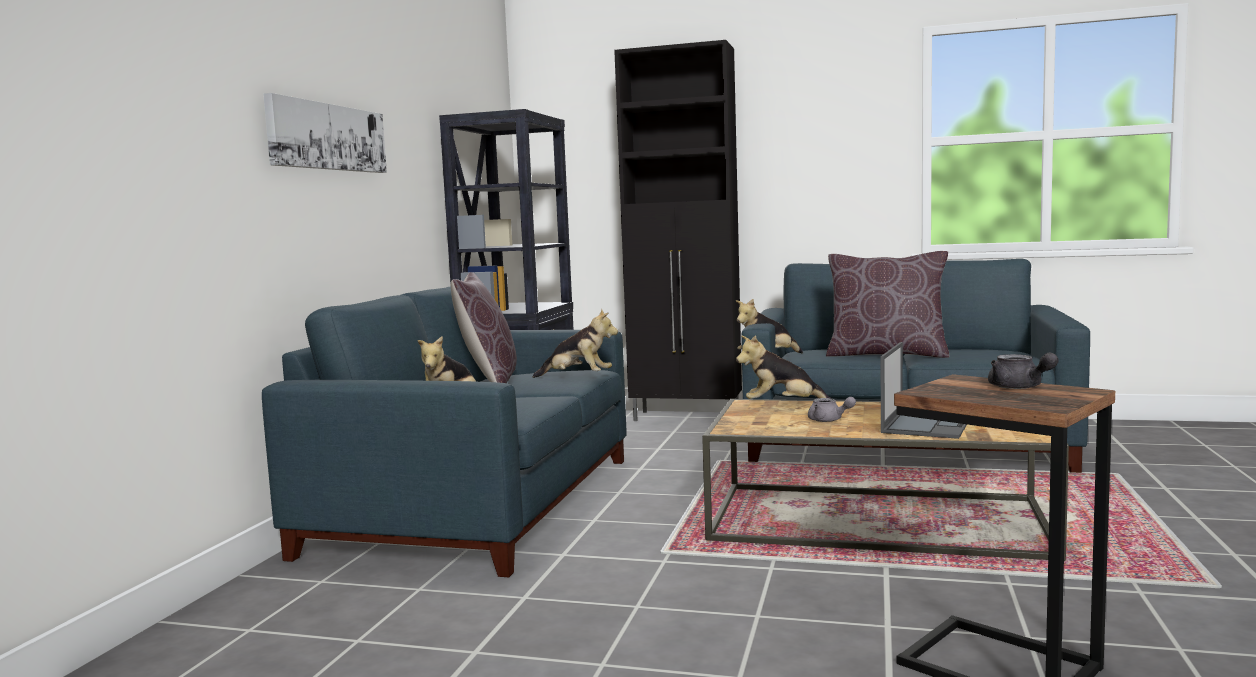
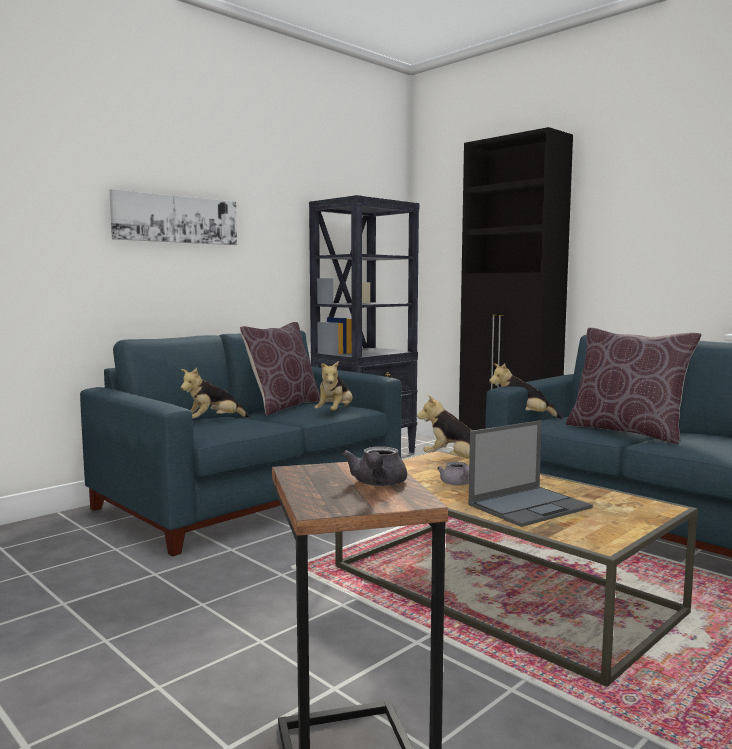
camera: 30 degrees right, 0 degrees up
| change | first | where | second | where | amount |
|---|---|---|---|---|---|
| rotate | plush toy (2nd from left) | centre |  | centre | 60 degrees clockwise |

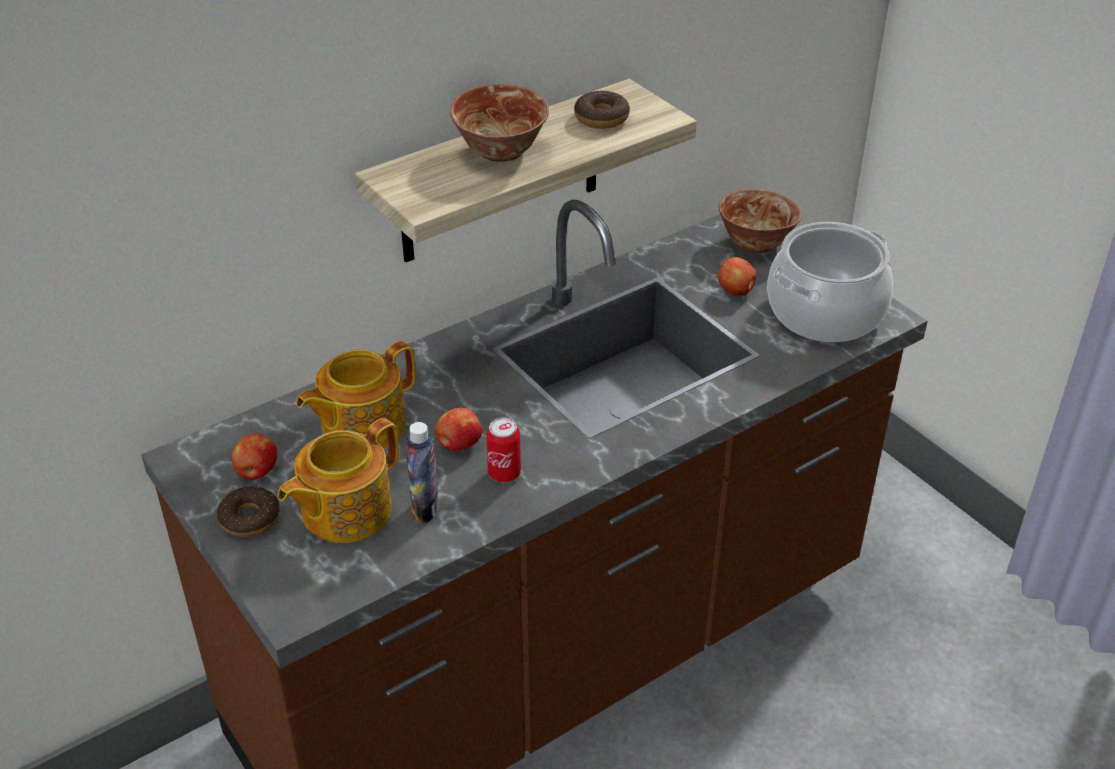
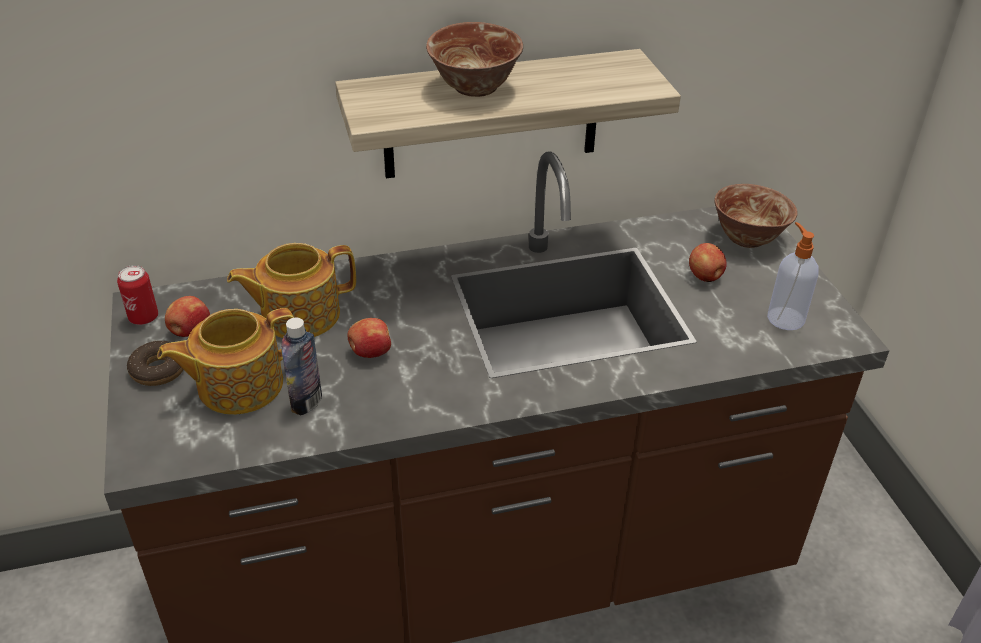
camera: 20 degrees right, 0 degrees up
| change | first | where | second | where | amount |
|---|---|---|---|---|---|
| delete | ring doughnut (2nd from left) | top centre |  |  |  |
| move | metal can | centre |  | middle left |  |
| replace | stockpot | middle right | soap bottle | middle right |  |

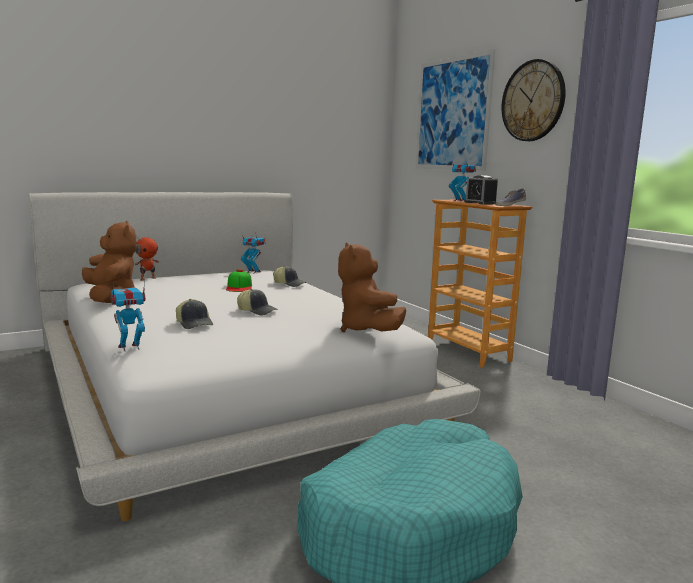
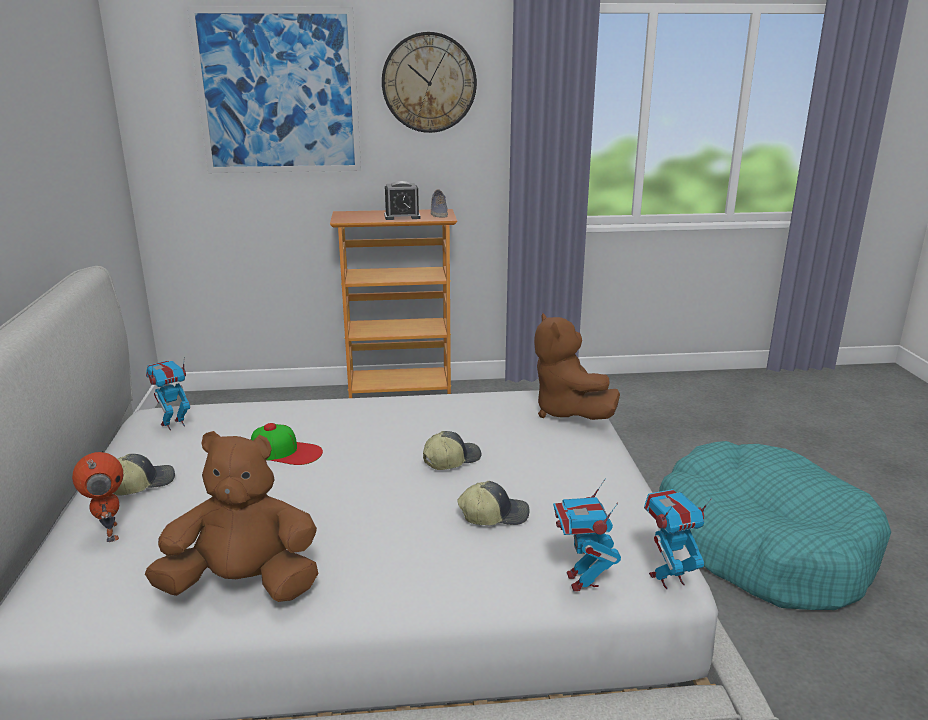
camera: 65 degrees left, 10 degrees up
| change | first | where | second | where | amount |
|---|---|---|---|---|---|
| move | peaked cap (4th from left in the first image) | centre | peaked cap (1st from left) | middle left |  |
| move | model robot (4th from left) | top right |  | bottom right |  |
| rotate | plush toy (brown-coloured) (2nd from left) | centre |  | centre | 60 degrees clockwise |

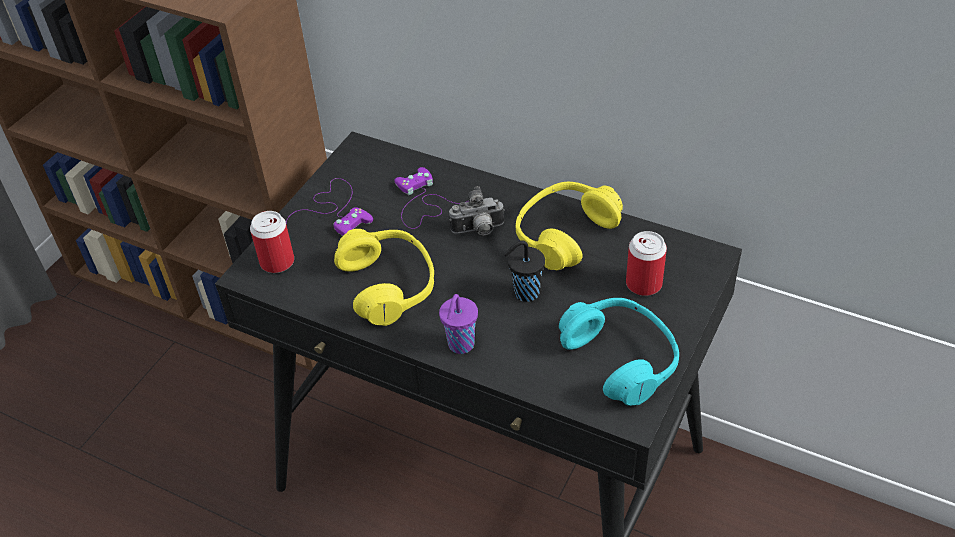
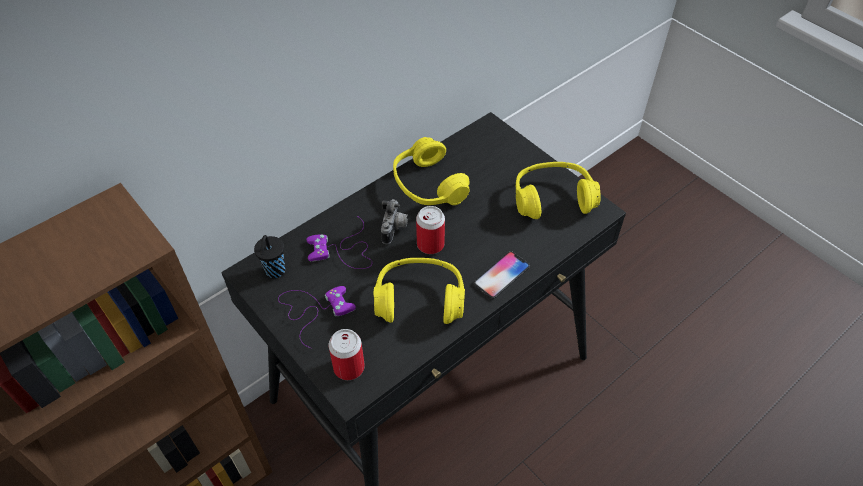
camera: 70 degrees left, 5 degrees up
| change | first | where | second | where | amount |
|---|---|---|---|---|---|
| move | cup (blackish) | centre |  | middle left |  |
| move | metal can (2nd from left) | middle right |  | centre |  |
| replace | cup (purple) | centre | telephone | centre |  |
| recolor | pair of headphones (blue-green) | centre | pair of headphones (yellow) (3rd from left) | centre |  |

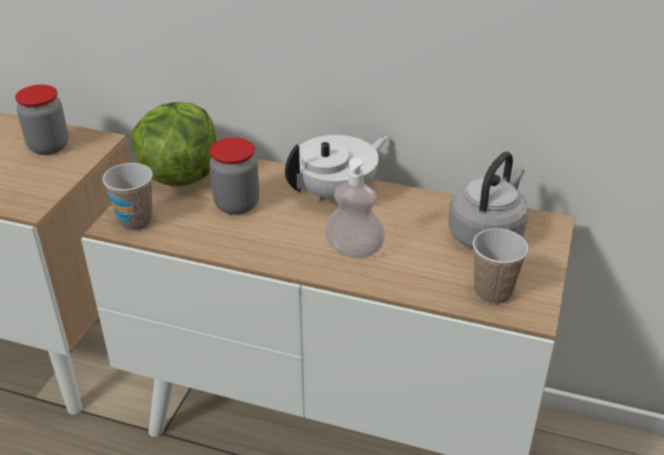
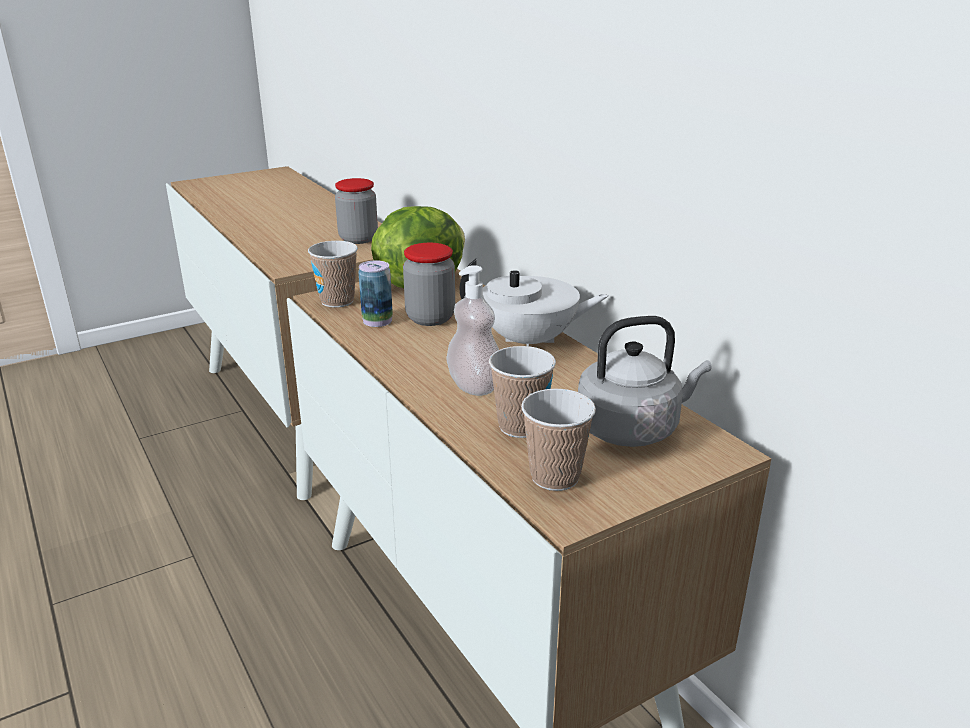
camera: 40 degrees right, 10 degrees down
| change | first | where | second | where | amount |
|---|---|---|---|---|---|
| insert |  |  | metal can | centre |  |
| insert |  |  | cup (2nd from left) | centre |  |

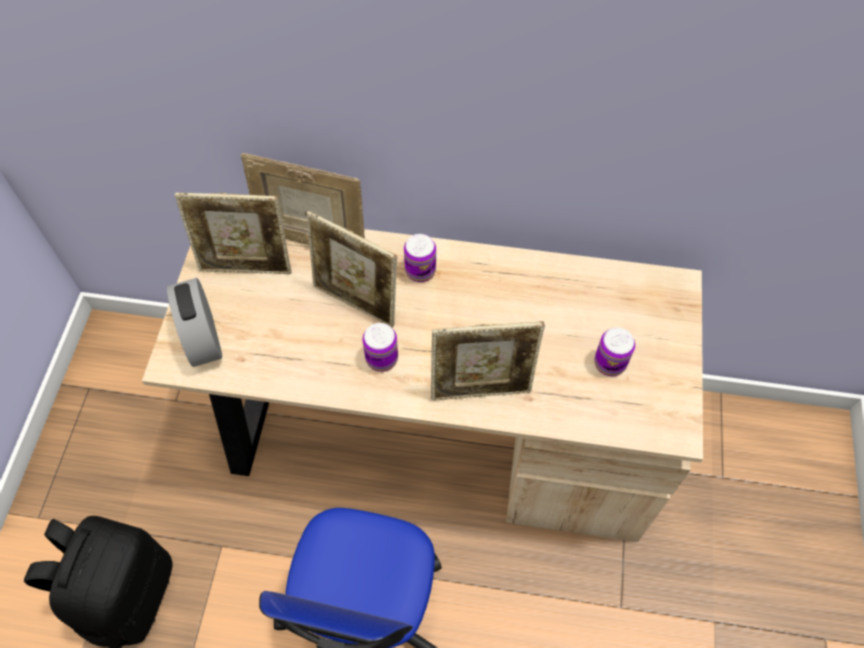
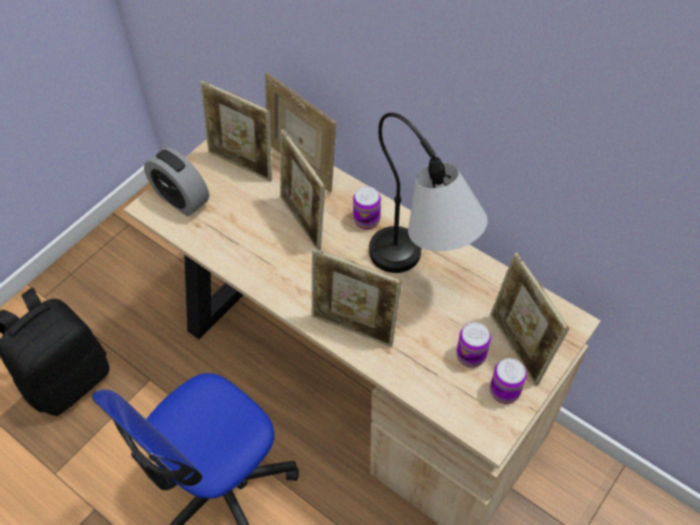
camera: 30 degrees right, 5 degrees down
| change | first | where | second | where | amount |
|---|---|---|---|---|---|
| insert |  |  | lamp for a table | centre |  |
| insert |  |  | photo frame (5th from left) | middle right |  |
| move | metal can (1st from left in the first image) | centre | metal can (3rd from left) | bottom right |  |
| rotate | alarm clock | middle left |  | middle left | 60 degrees counterclockwise |

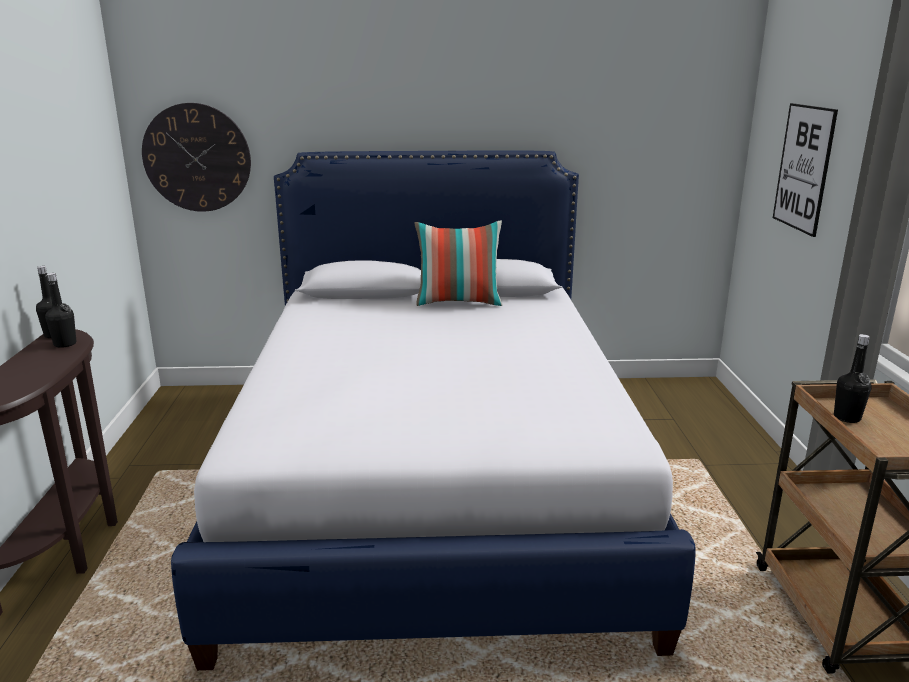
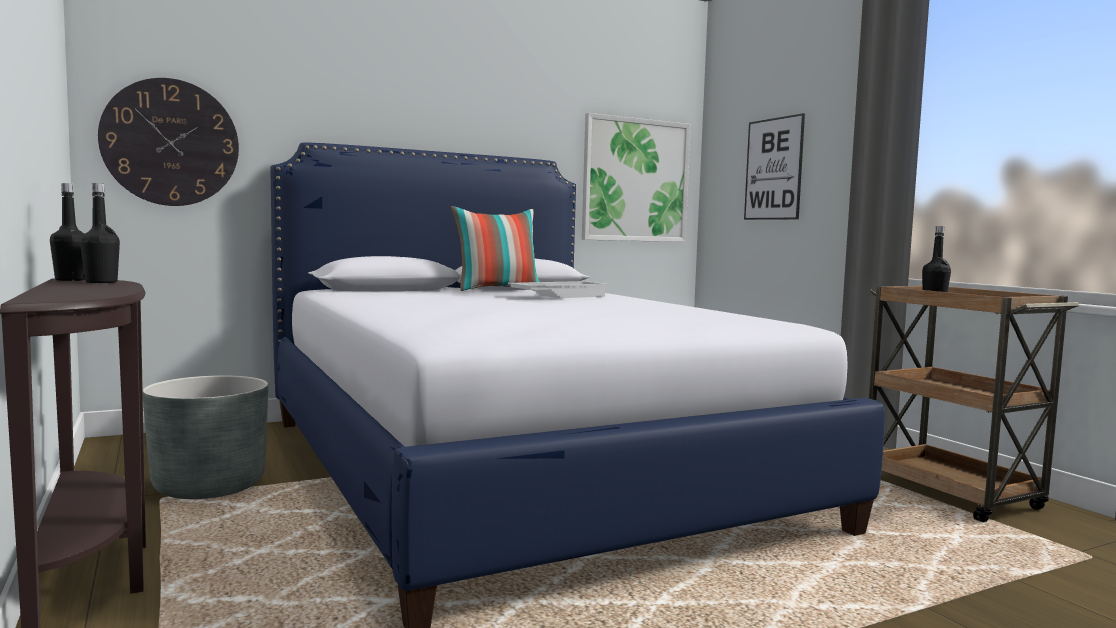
camera: 25 degrees left, 15 degrees down
| change | first | where | second | where | amount |
|---|---|---|---|---|---|
| insert |  |  | planter (grey) | bottom left |  |
| insert |  |  | serving tray (whitish) | centre |  |
| insert |  |  | wall art (1st from left) | top centre |  |

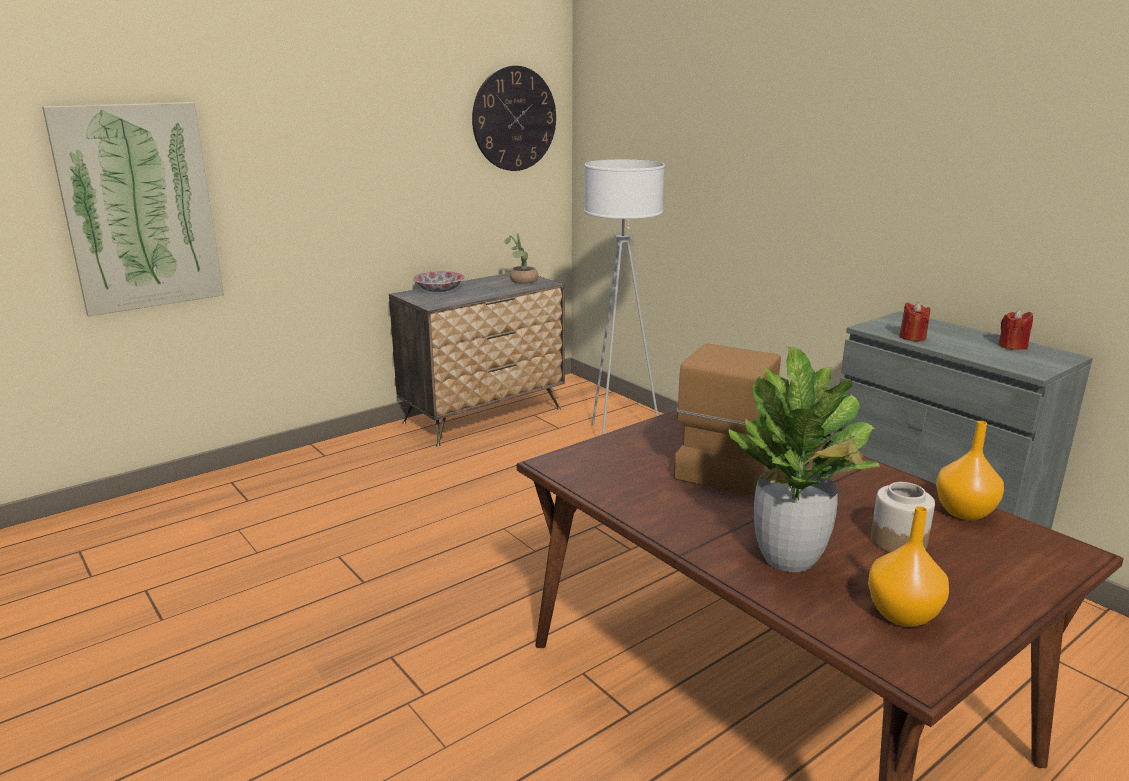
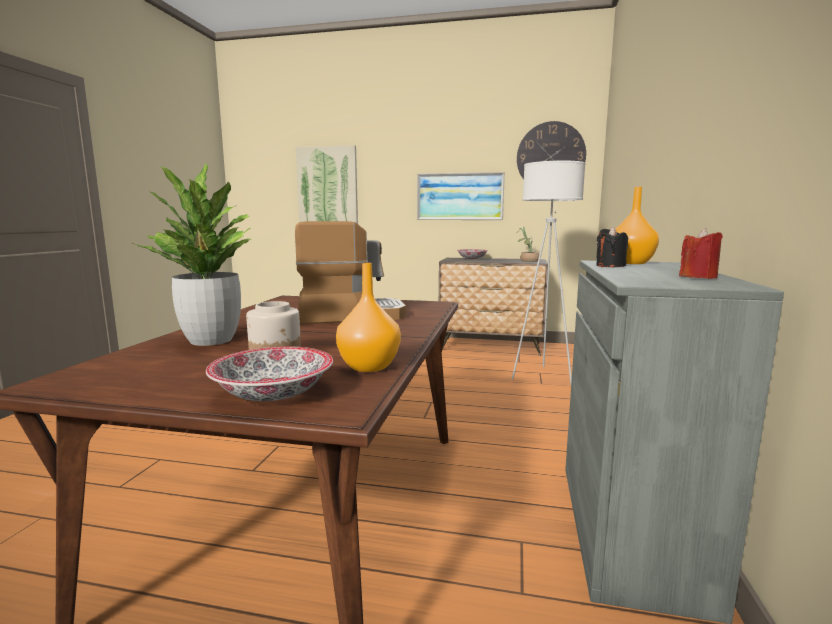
camera: 50 degrees right, 10 degrees down
| change | first | where | second | where | amount |
|---|---|---|---|---|---|
| insert |  |  | bowl (1st from left) | middle left |  |
| insert |  |  | wall art (2nd from left) | top centre |  |
| move | decorative vase (orange-coloured) (1st from left in the first image) | bottom right | decorative vase (orange-coloured) (2nd from left) | middle right |  |
| recolor | wax candle (reddish) (1st from left) | middle right | wax candle (blackish) | middle right |  |

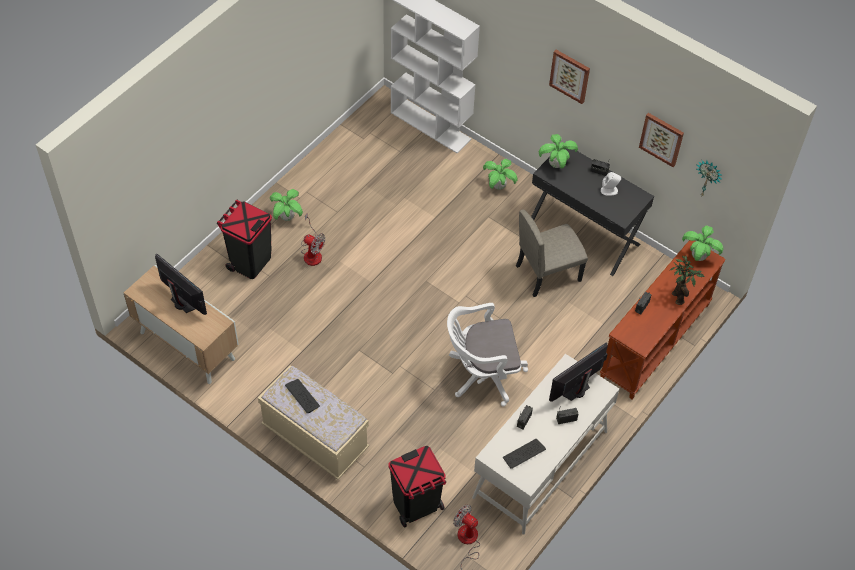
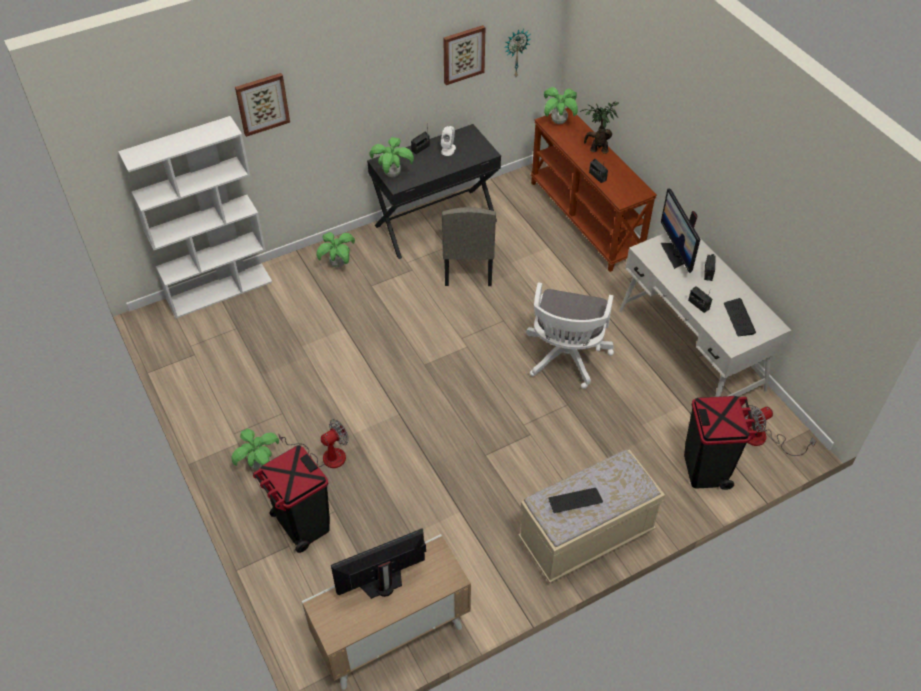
camera: 65 degrees left, 5 degrees down
| change | first | where | second | where | amount |
|---|---|---|---|---|---|
| move | wall art (1st from left) | top centre |  | top left |  |

